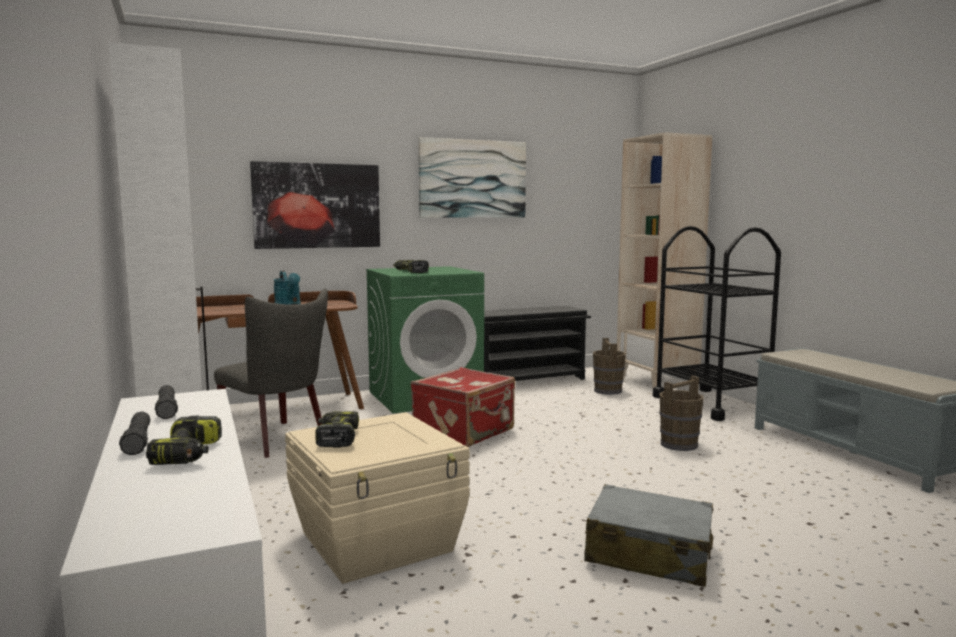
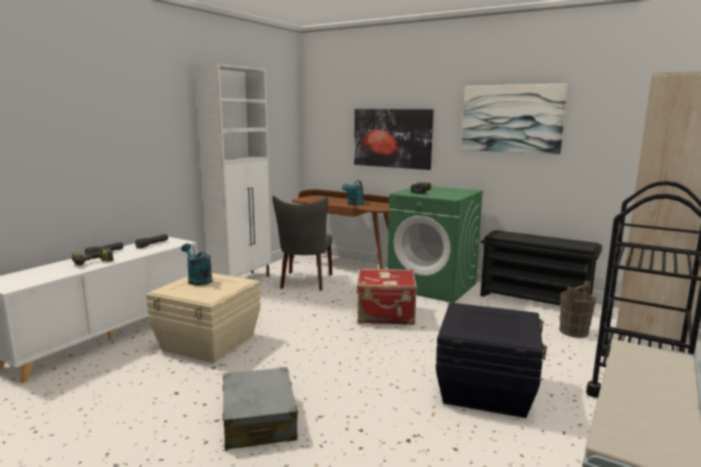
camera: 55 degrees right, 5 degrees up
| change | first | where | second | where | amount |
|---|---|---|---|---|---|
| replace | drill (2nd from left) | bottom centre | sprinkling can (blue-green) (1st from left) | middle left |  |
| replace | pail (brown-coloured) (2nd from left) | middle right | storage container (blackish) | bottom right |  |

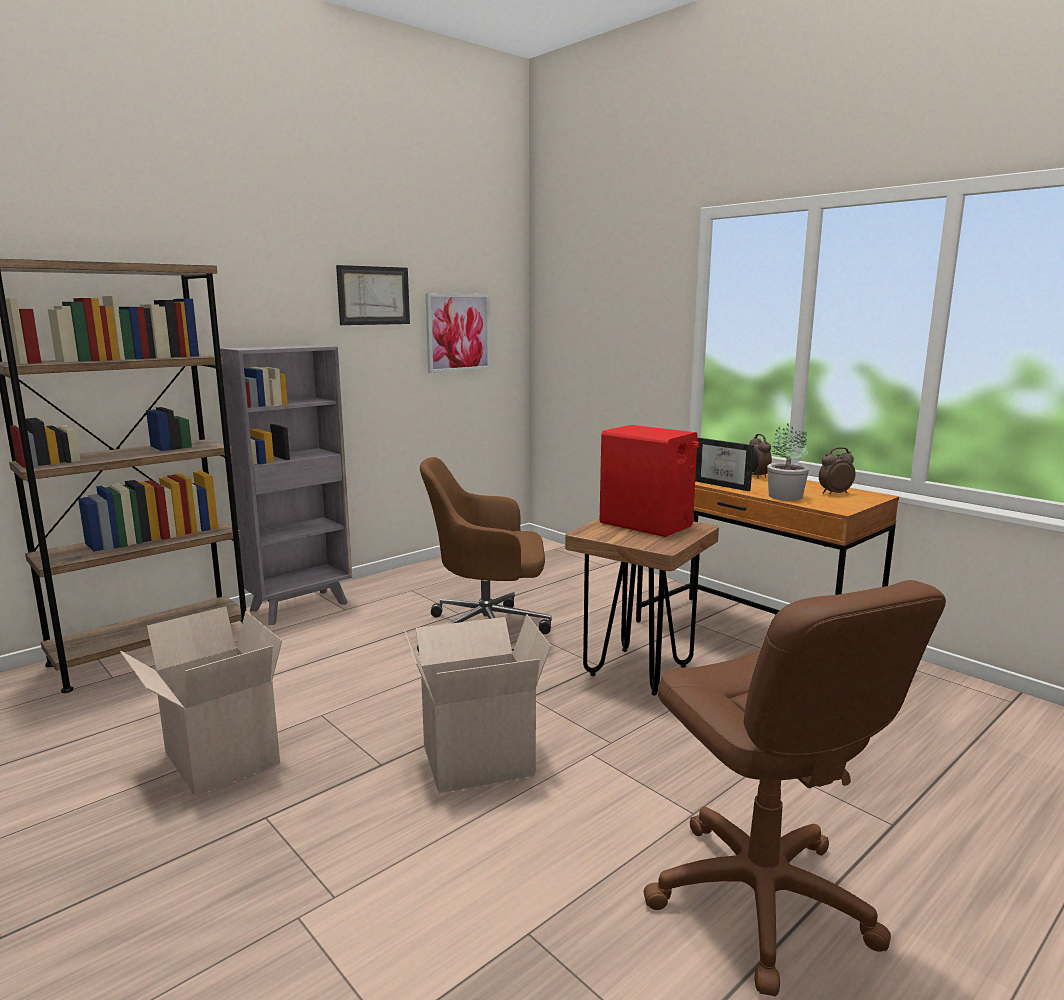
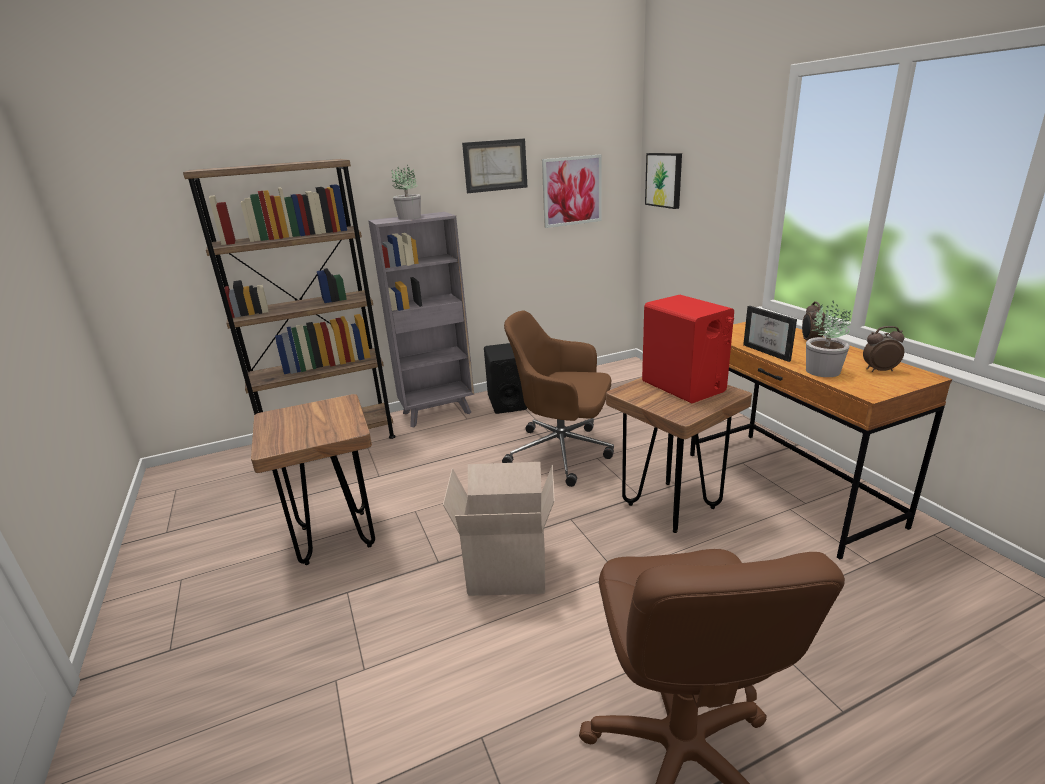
camera: 20 degrees right, 10 degrees up
| change | first | where | second | where | amount |
|---|---|---|---|---|---|
| insert |  |  | potted plant (1st from left) | top centre |  |
| insert |  |  | loudspeaker (blackish) | centre |  |
| insert |  |  | wall art (3rd from left) | top centre |  |
| replace | cardboard box (1st from left) | bottom left | stool (brown-coloured) (1st from left) | middle left |  |

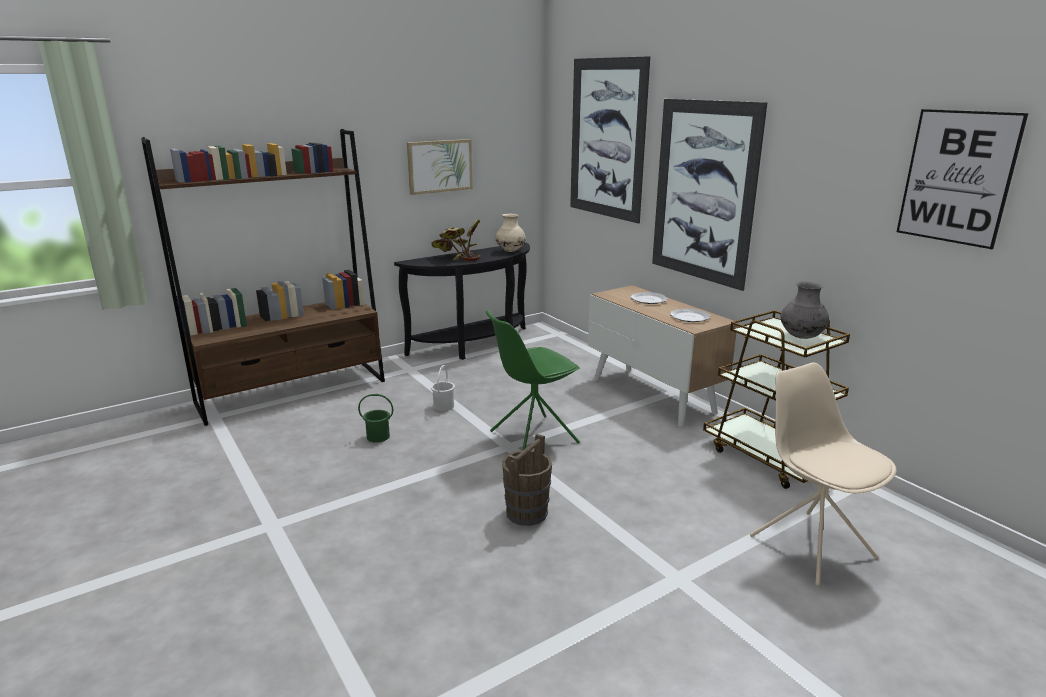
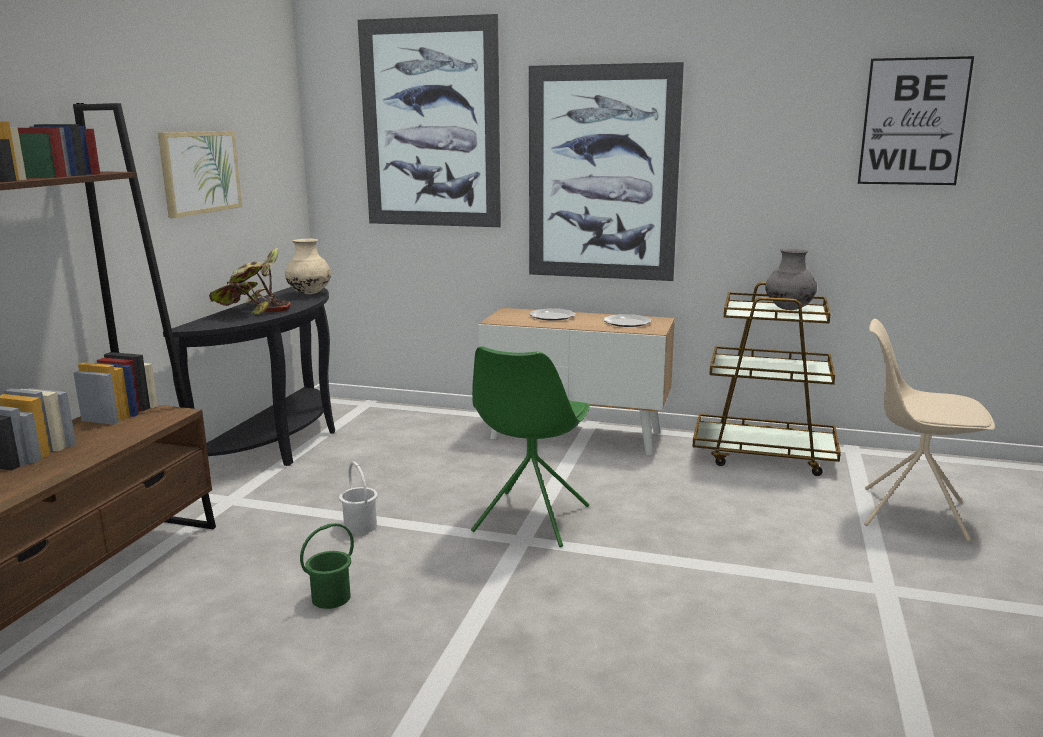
camera: 40 degrees left, 5 degrees down
| change | first | where | second | where | amount |
|---|---|---|---|---|---|
| delete | pail (brown-coloured) | bottom centre |  |  |  |

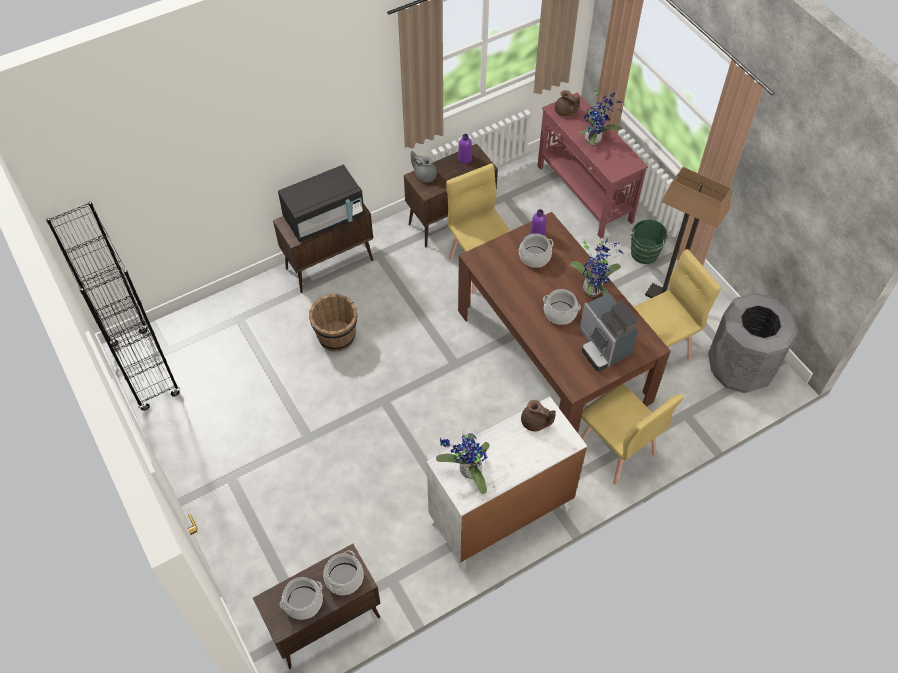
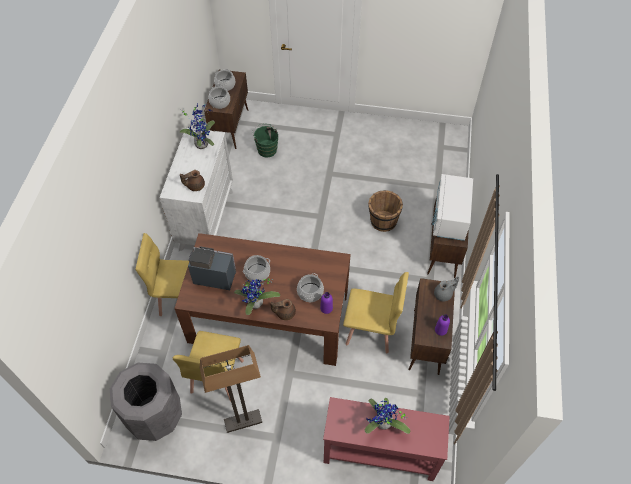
camera: 130 degrees right, 0 degrees up
| change | first | where | second | where | amount |
|---|---|---|---|---|---|
| delete | shelving unit (blackish) | middle left |  |  |  |
| move | tea pot (brown-coloured) (2nd from left) | top centre |  | centre |  |
| move | pail (green) | middle right |  | top centre |  |
| recolor | microwave (blackish) | top centre | microwave (whitish) | middle right |  |

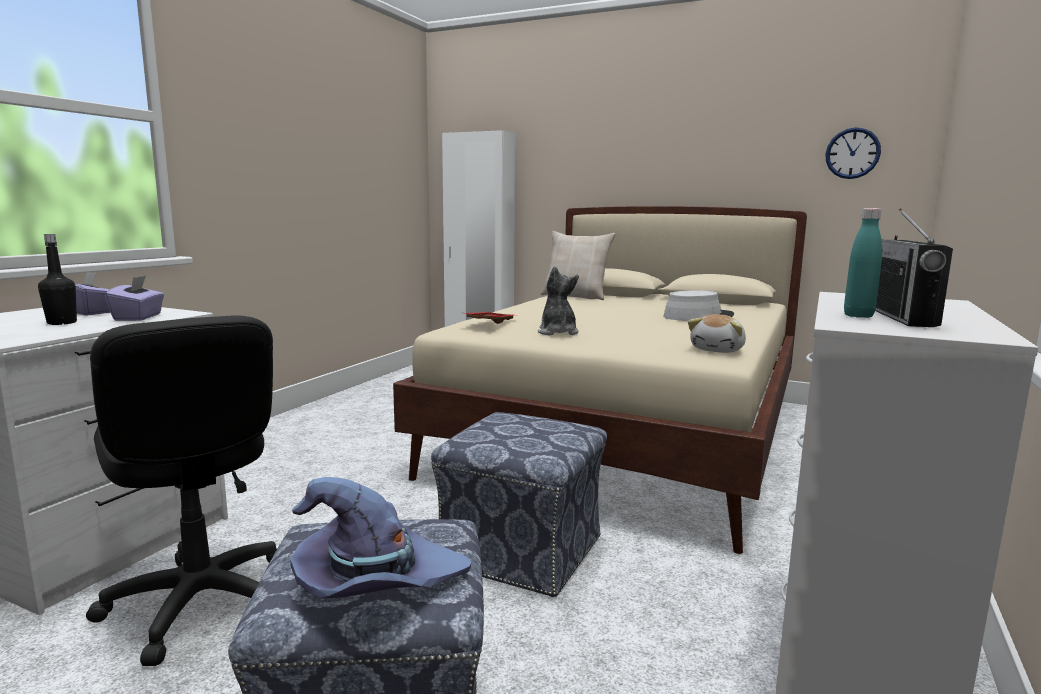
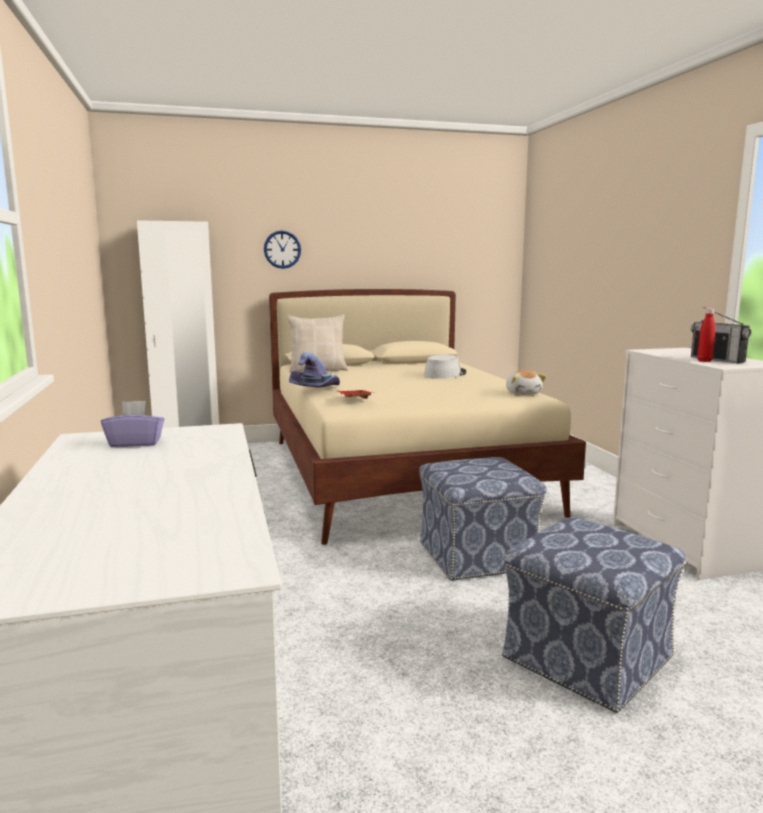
camera: 40 degrees left, 0 degrees up
| change | first | where | second | where | amount |
|---|---|---|---|---|---|
| delete | bottle (blackish) | middle left |  |  |  |
| delete | computer chair (blackish) | bottom left |  |  |  |
| delete | tissue box (purple) (2nd from left) | middle left |  |  |  |
| delete | plush toy (1st from left) | centre |  |  |  |
| move | clothing hat (purple) | bottom centre |  | centre |  |
| move | clock on the wall | top right |  | top centre |  |
| recolor | bottle (blue-green) | middle right | bottle (reddish) | middle right |  |

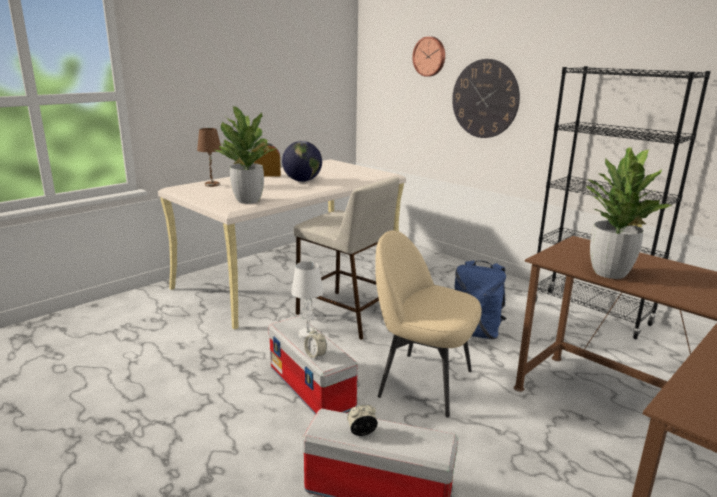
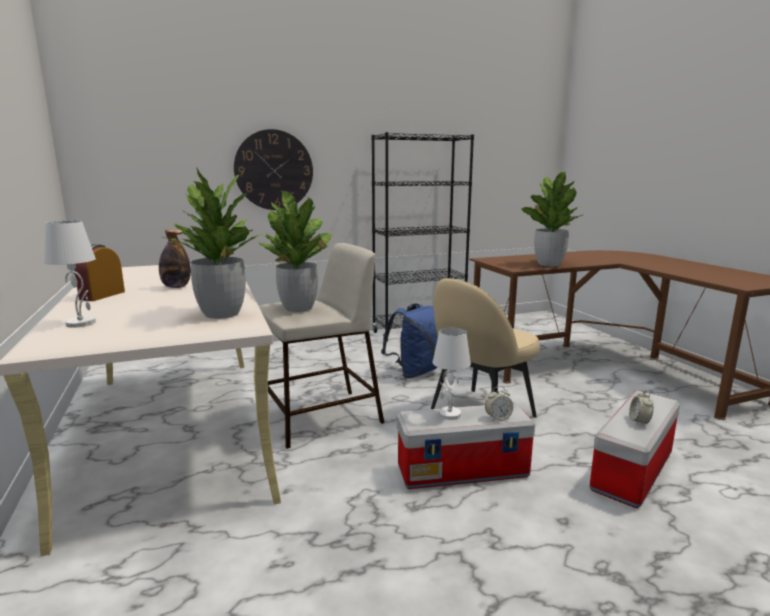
camera: 65 degrees left, 5 degrees down
| change | first | where | second | where | amount |
|---|---|---|---|---|---|
| delete | clock on the wall (1st from left) | top centre |  |  |  |
| insert |  |  | potted plant (2nd from left) | centre |  |
| replace | desk globe | top centre | bottle | middle left |  |
| recolor | lamp for a table (brown-coloured) | top left | lamp for a table (whitish) (1st from left) | middle left |  |

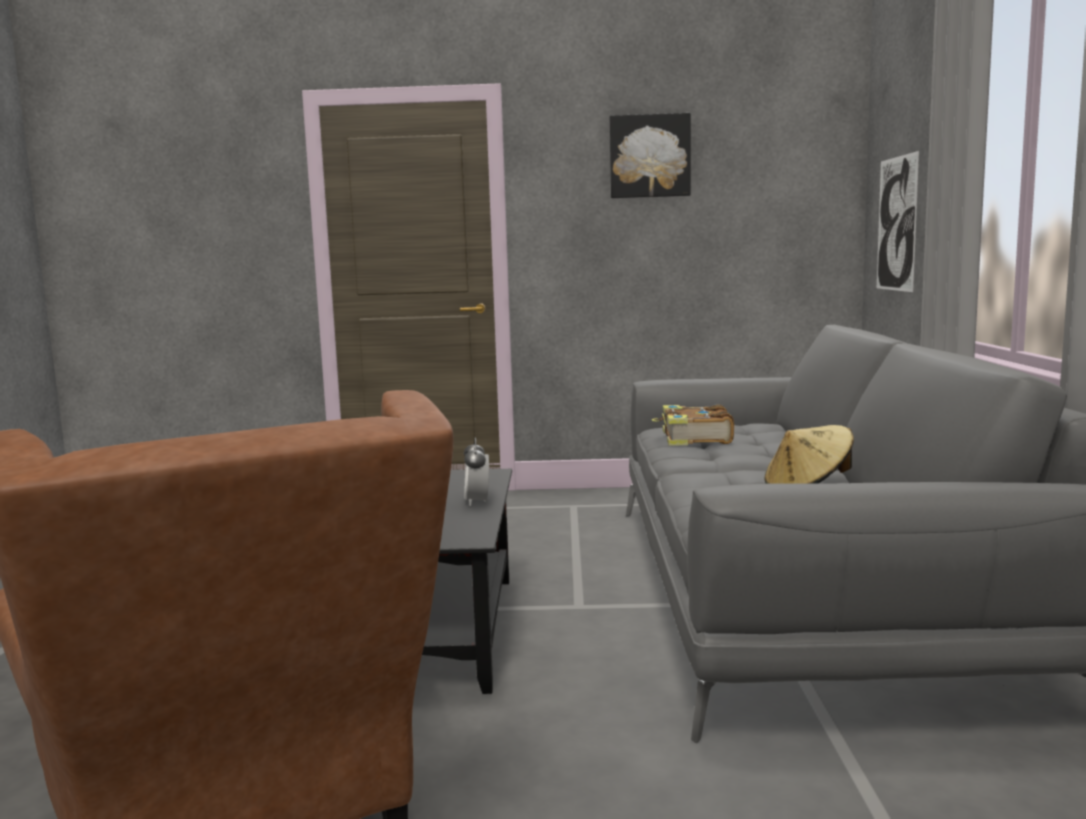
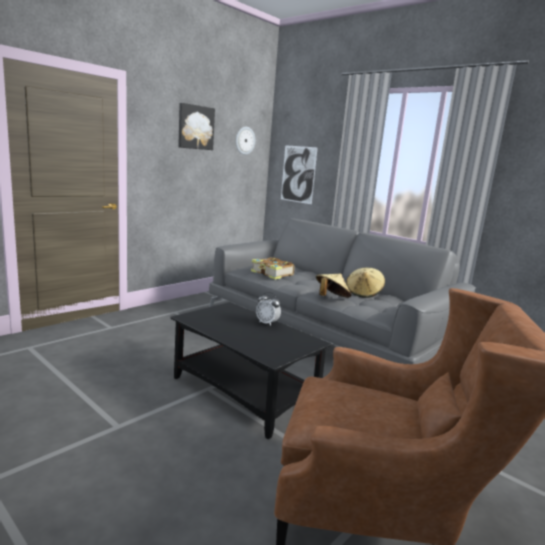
camera: 50 degrees left, 5 degrees up
| change | first | where | second | where | amount |
|---|---|---|---|---|---|
| insert |  |  | clock on the wall | top centre |  |
| insert |  |  | clothing hat (beige-coloured) (1st from left) | centre |  |

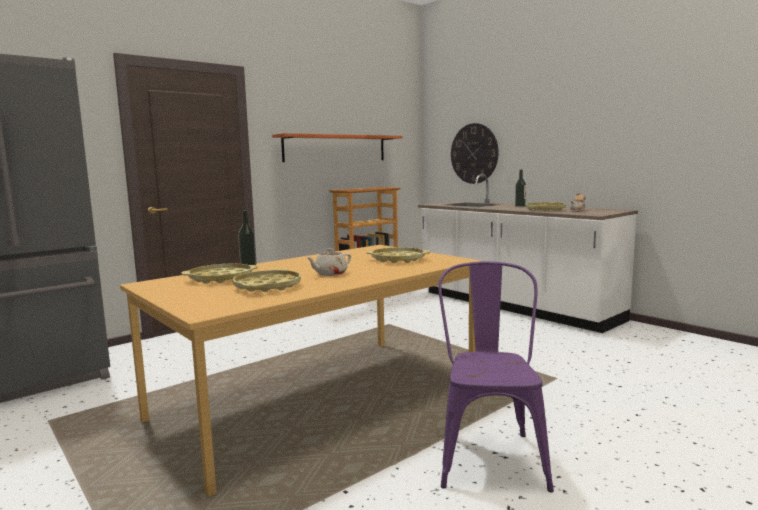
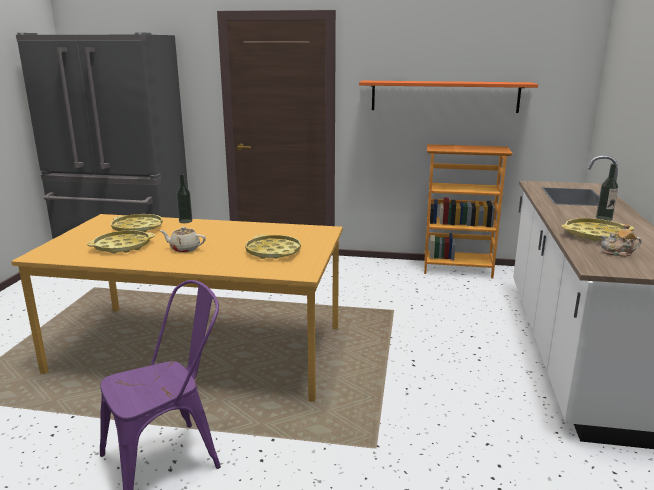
camera: 50 degrees right, 10 degrees up
| change | first | where | second | where | amount |
|---|---|---|---|---|---|
| delete | clock on the wall | top centre |  |  |  |

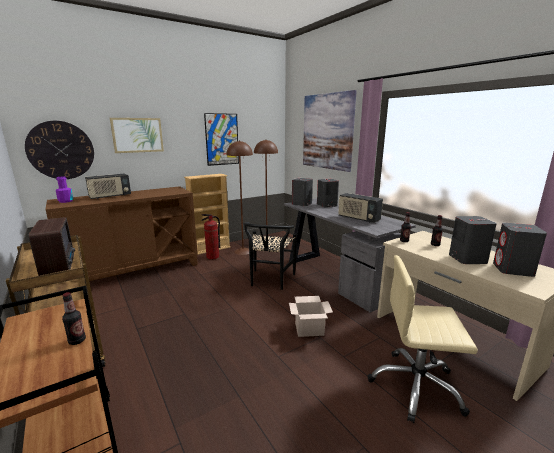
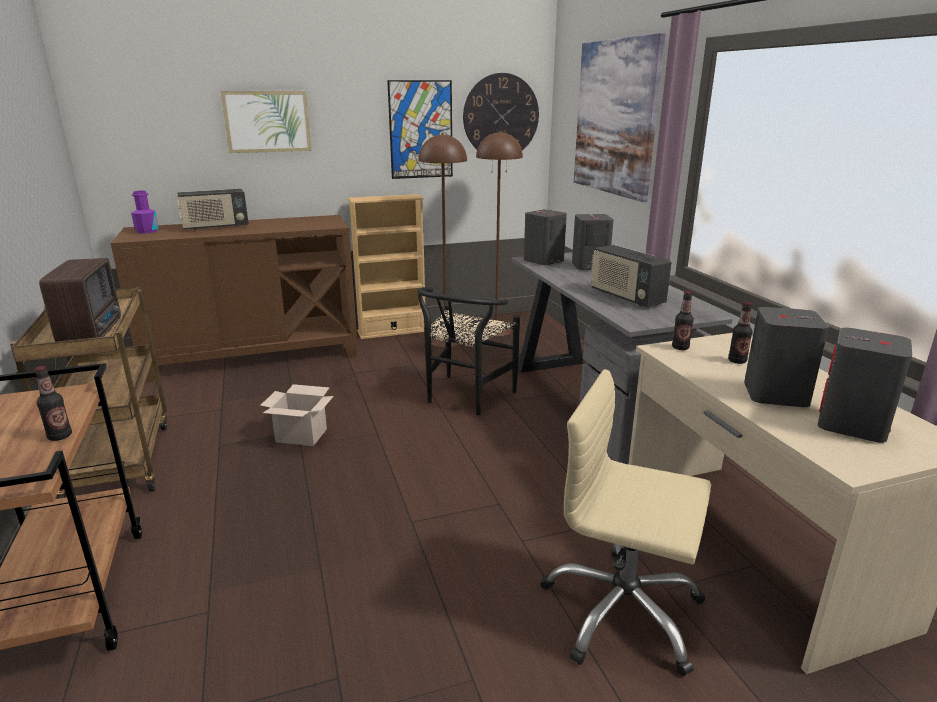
camera: 15 degrees right, 5 degrees up
| change | first | where | second | where | amount |
|---|---|---|---|---|---|
| delete | fire-fighting cylinder | centre |  |  |  |
| move | clock on the wall | top left |  | top centre |  |
| move | cardboard box | bottom centre |  | middle left |  |

